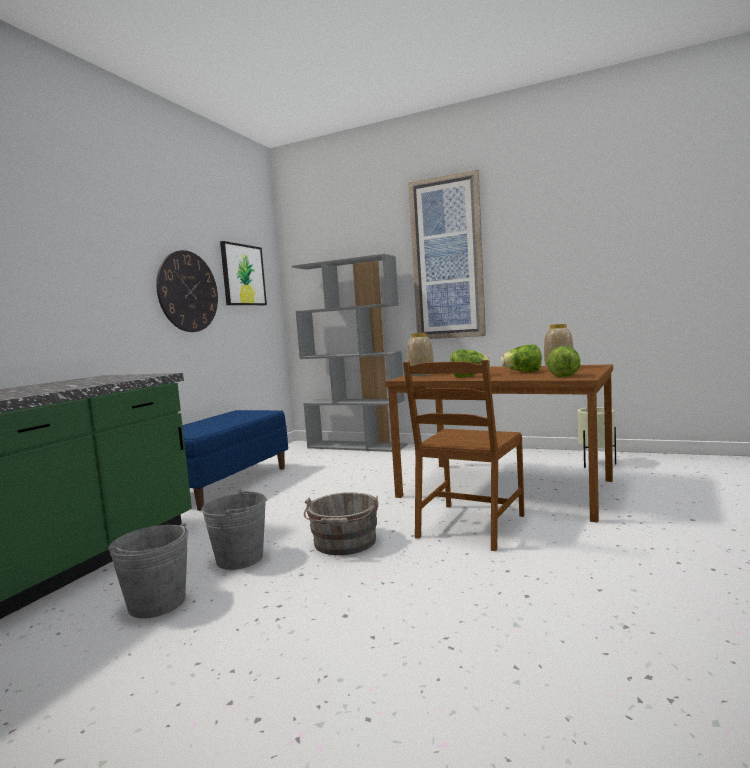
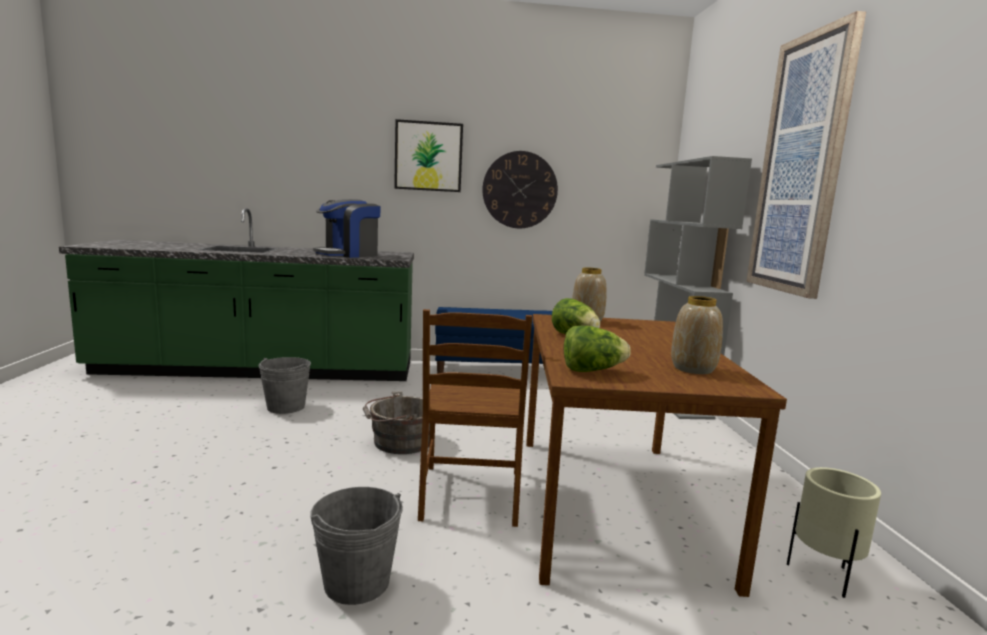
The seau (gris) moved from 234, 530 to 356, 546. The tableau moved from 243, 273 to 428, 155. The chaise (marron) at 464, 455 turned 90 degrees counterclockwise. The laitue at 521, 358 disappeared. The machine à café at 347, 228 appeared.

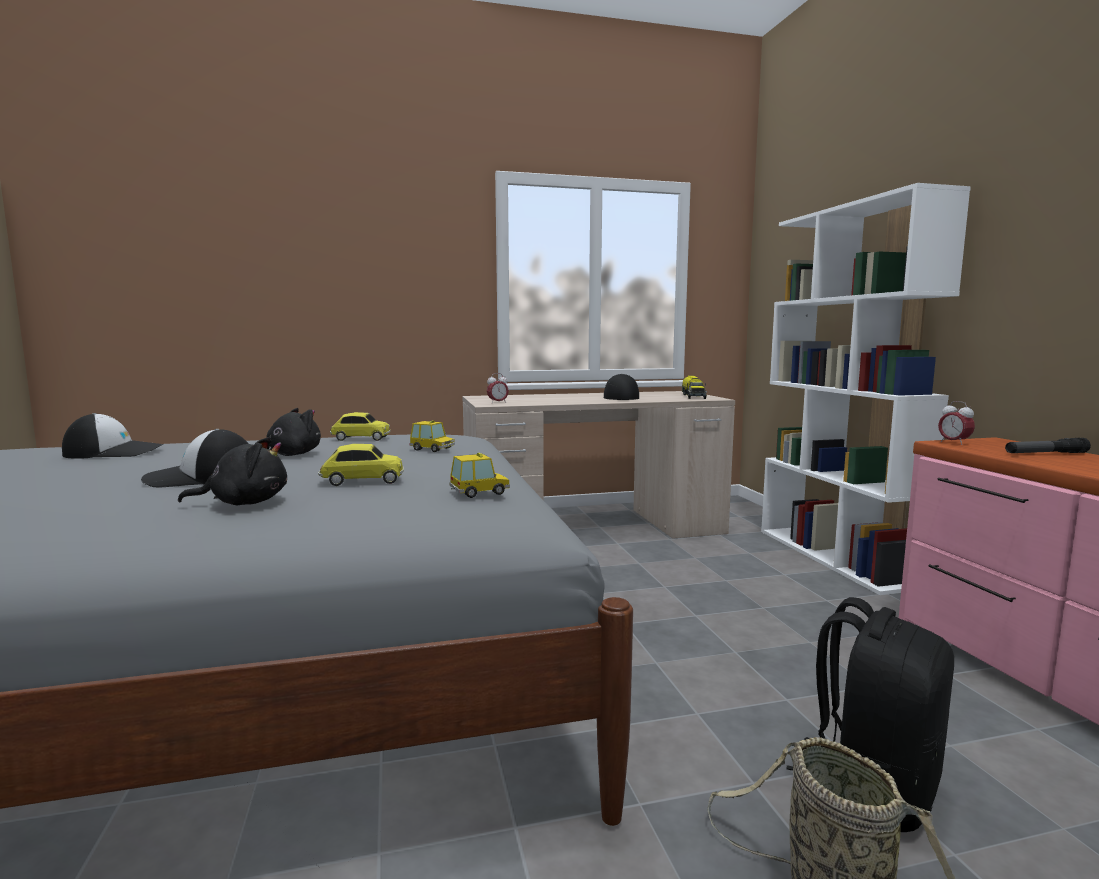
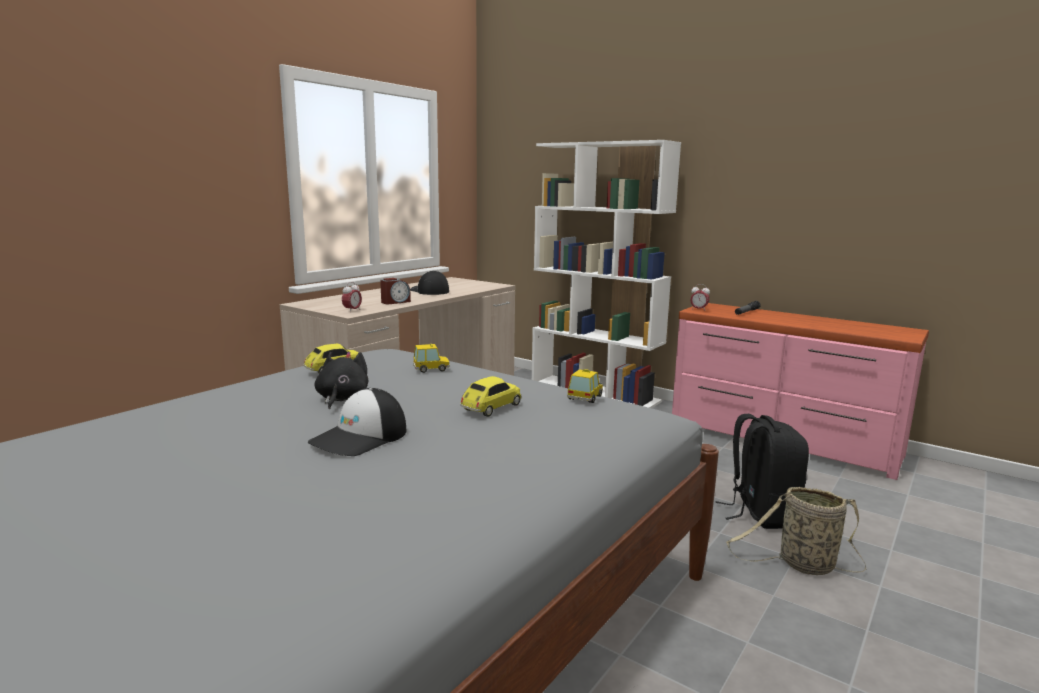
The casquette at 112, 436 disappeared. The peluche (noir) at 232, 471 disappeared. The camion jouet at 694, 387 disappeared. The réveil at 395, 291 appeared.

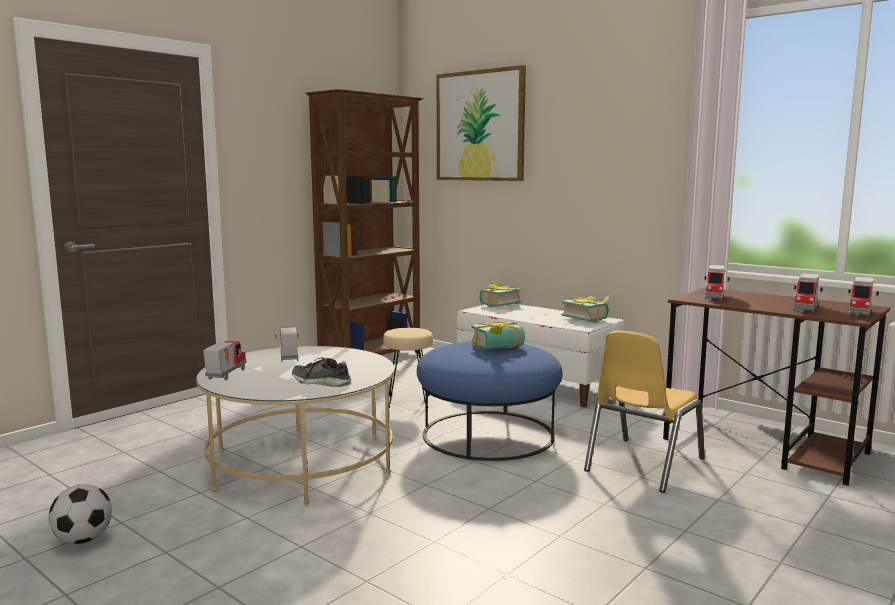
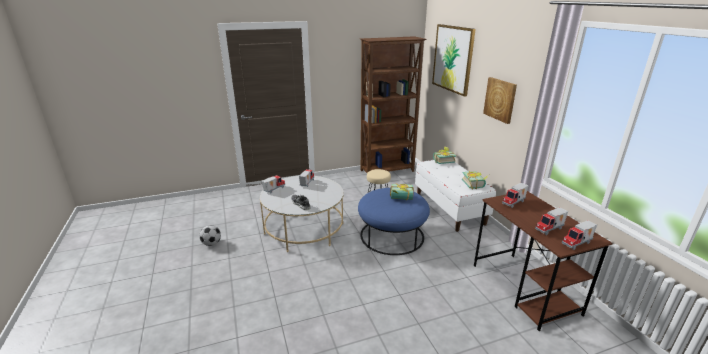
The chaise (jaune) at 644, 412 disappeared. The tableau at 500, 100 appeared.

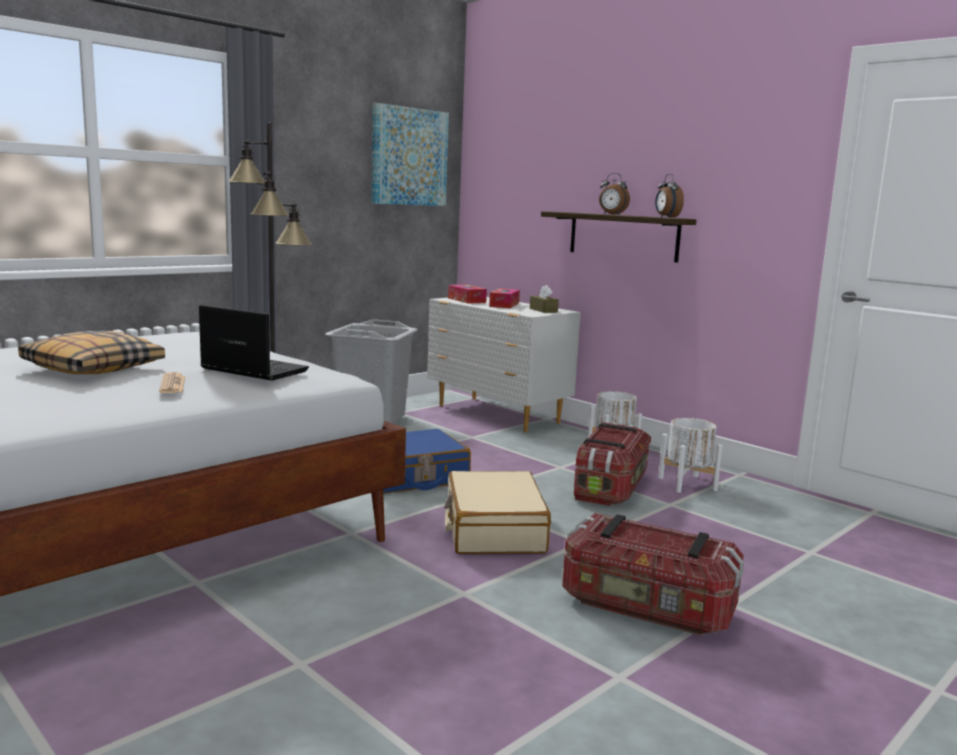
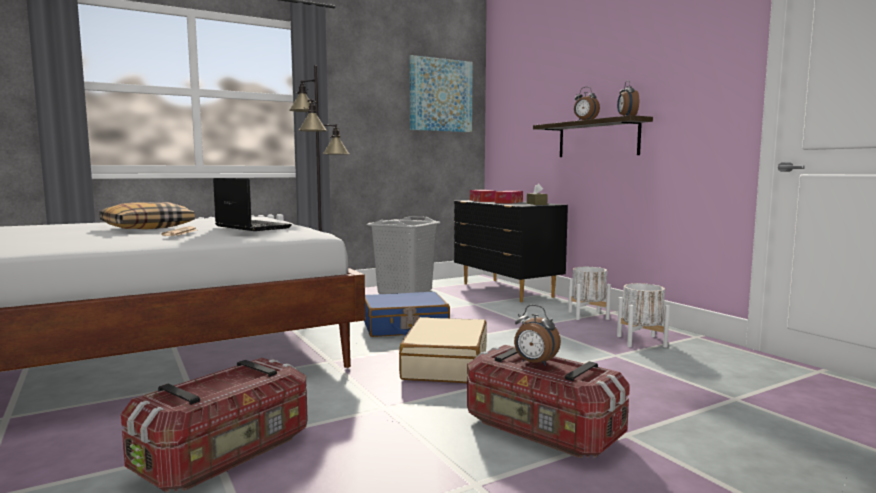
The commode (blanc) at 504, 364 became the commode (noir) at 511, 251. The boîte de rangement moved from 612, 464 to 214, 425. The réveil at 537, 335 appeared.

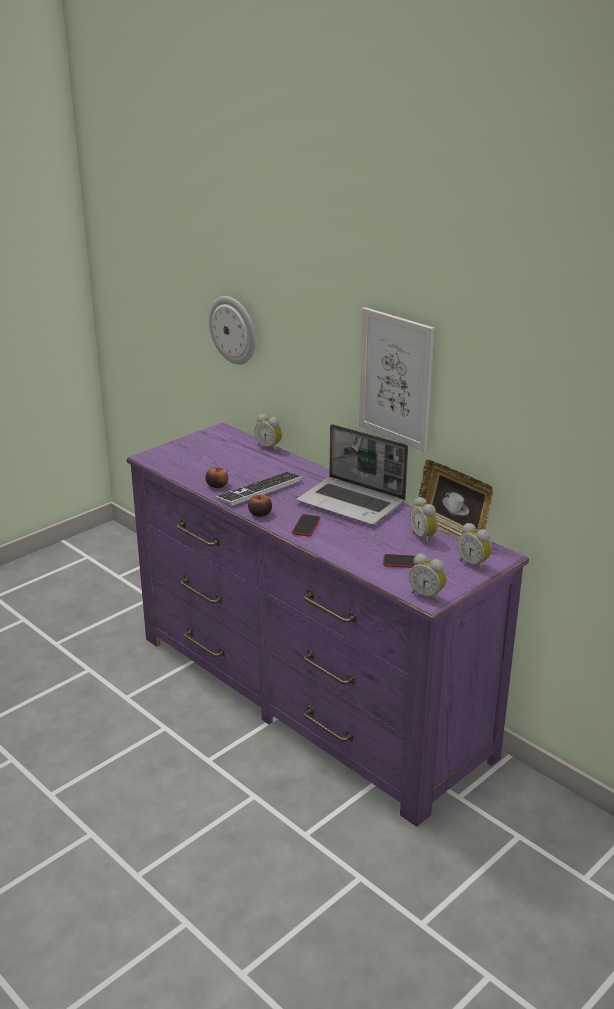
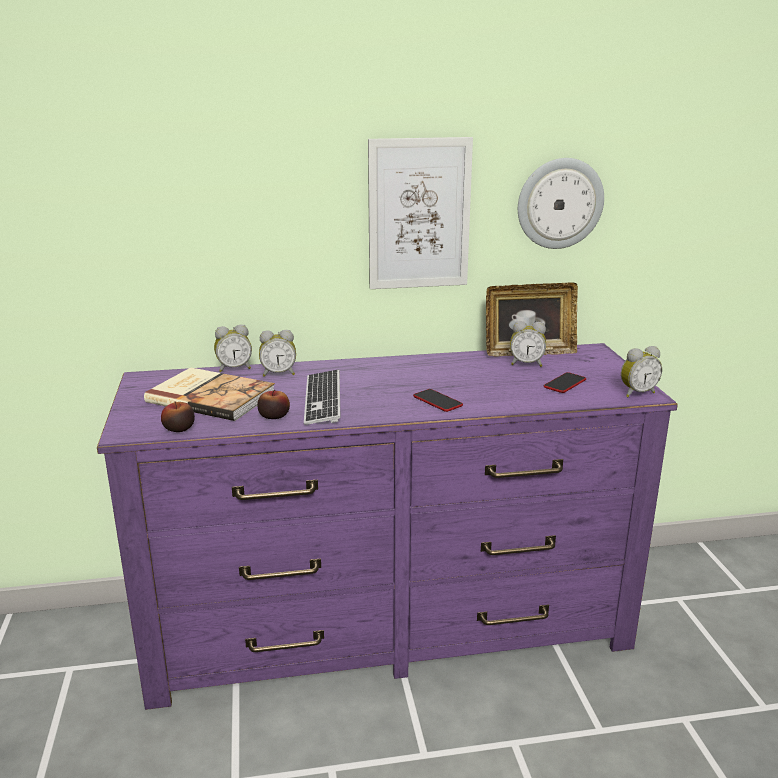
The horloge murale moved from 232, 330 to 561, 203. The pomme moved from 260, 505 to 178, 416. The ordinateur portable at 352, 474 disappeared. The réveil moved from 474, 547 to 277, 353. The livre at 209, 394 appeared.

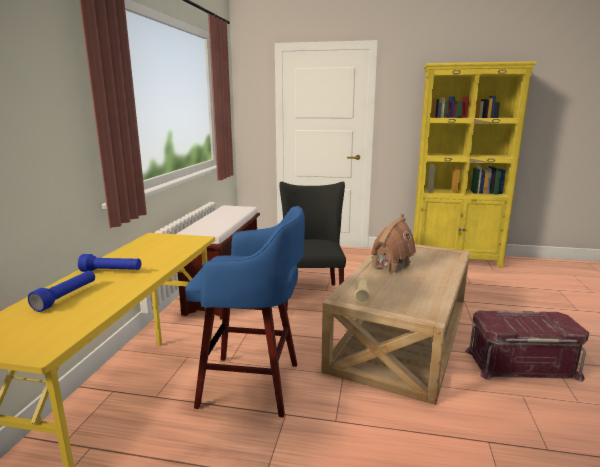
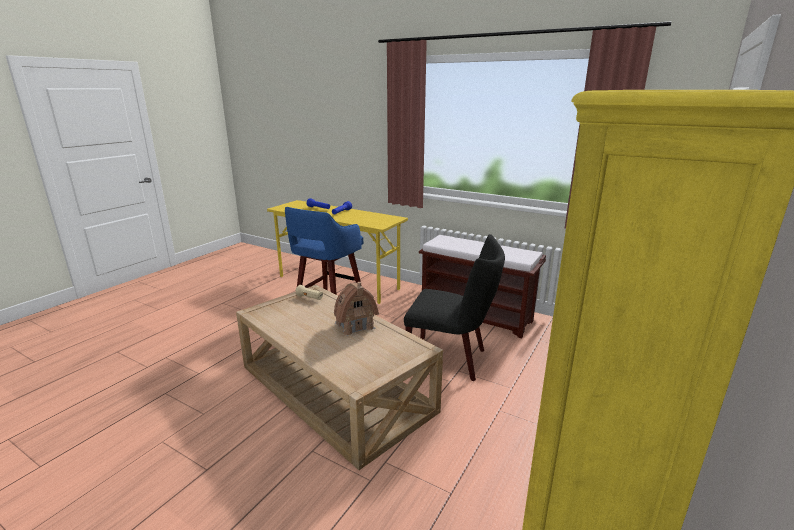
The boîte de rangement (rouge) at 527, 346 disappeared.

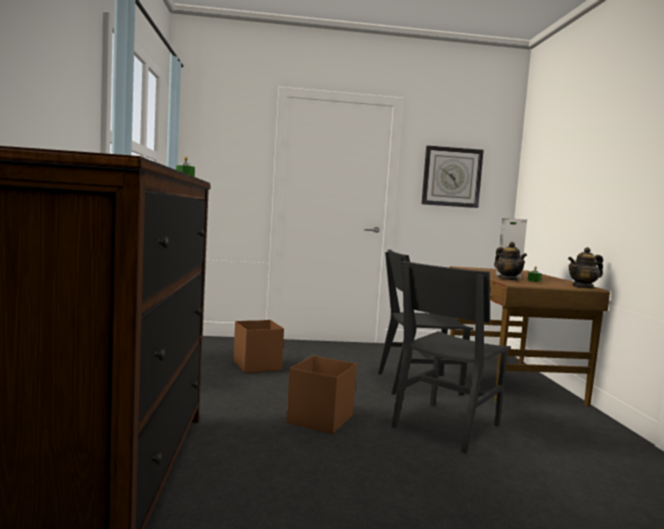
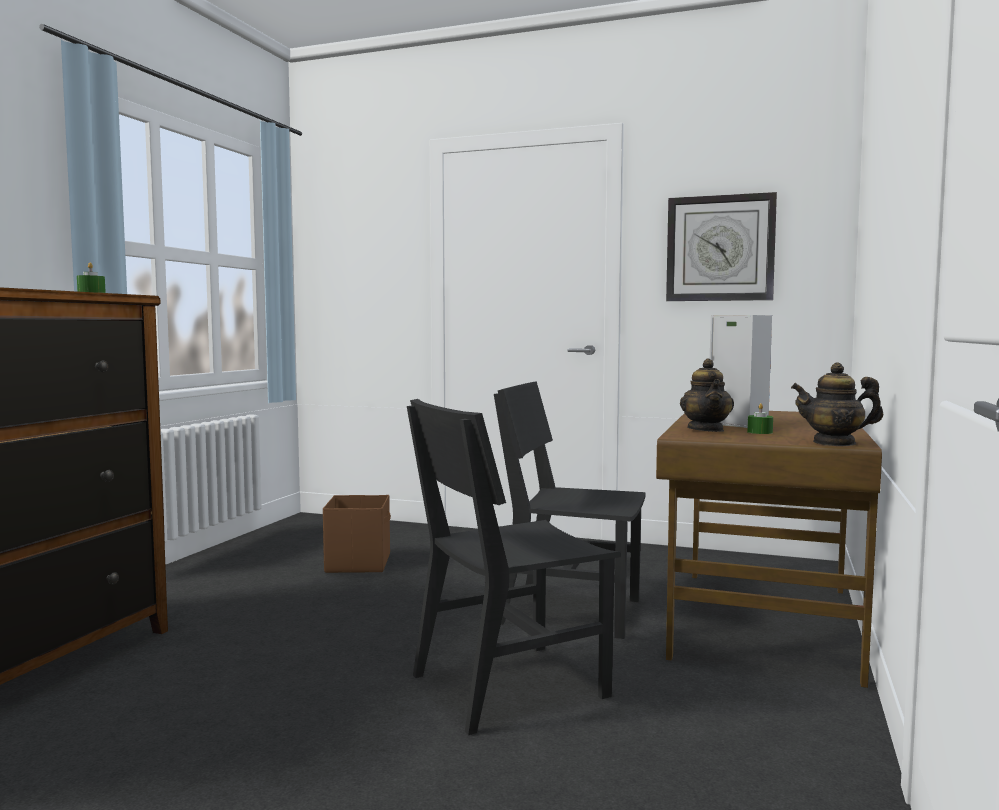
The boîte de rangement (marron) at 321, 394 disappeared.

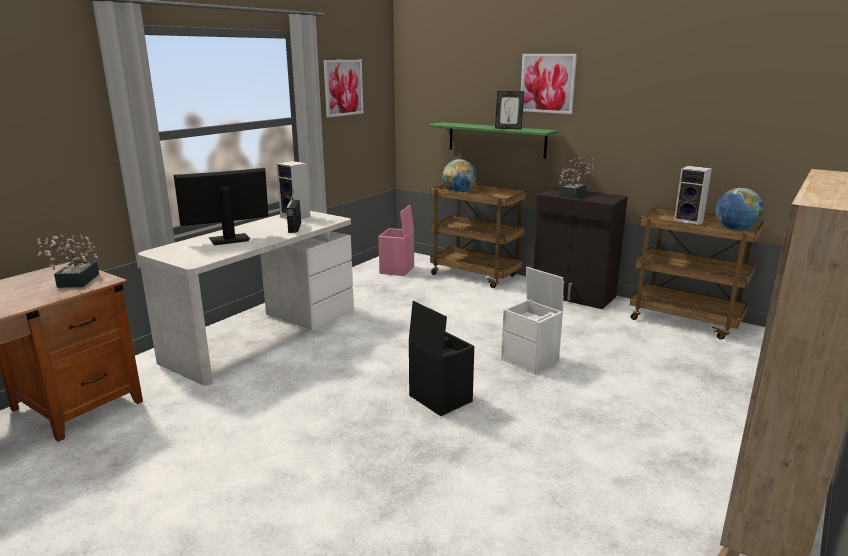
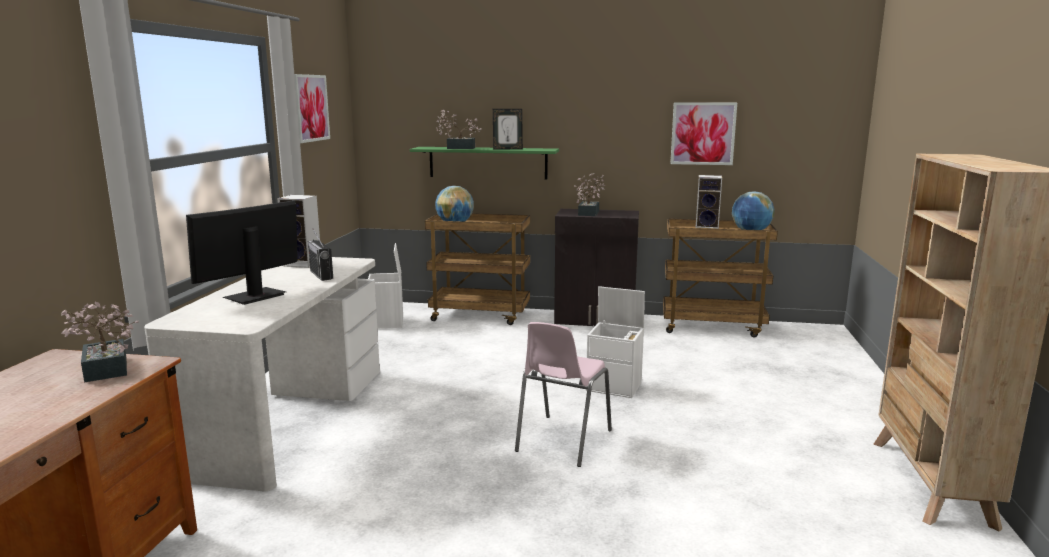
The boîte de rangement (rose) at 396, 240 became the boîte de rangement (blanc) at 385, 286. The boîte de rangement (noir) at 441, 358 was replaced by the chaise (rose) at 563, 394. The tableau moved from 549, 84 to 703, 133. The plante en pot at 459, 129 appeared.

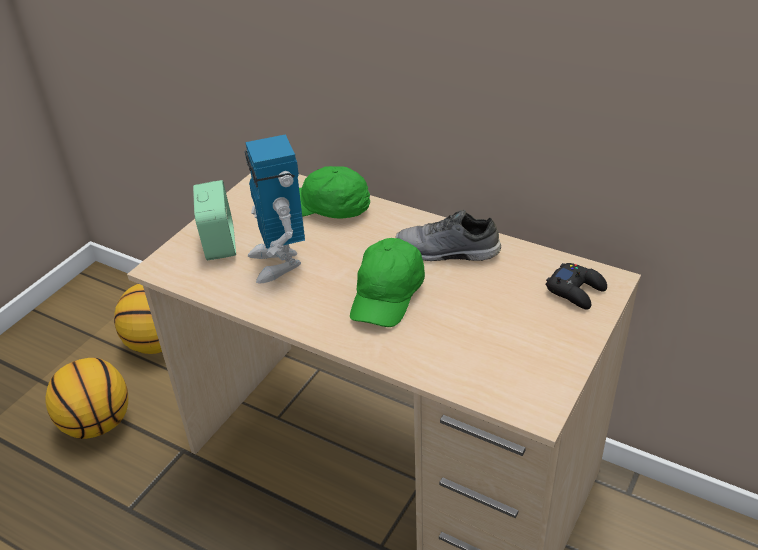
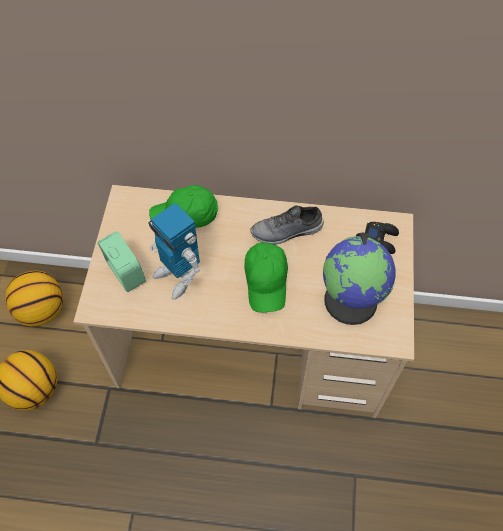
The globe at 359, 279 appeared.

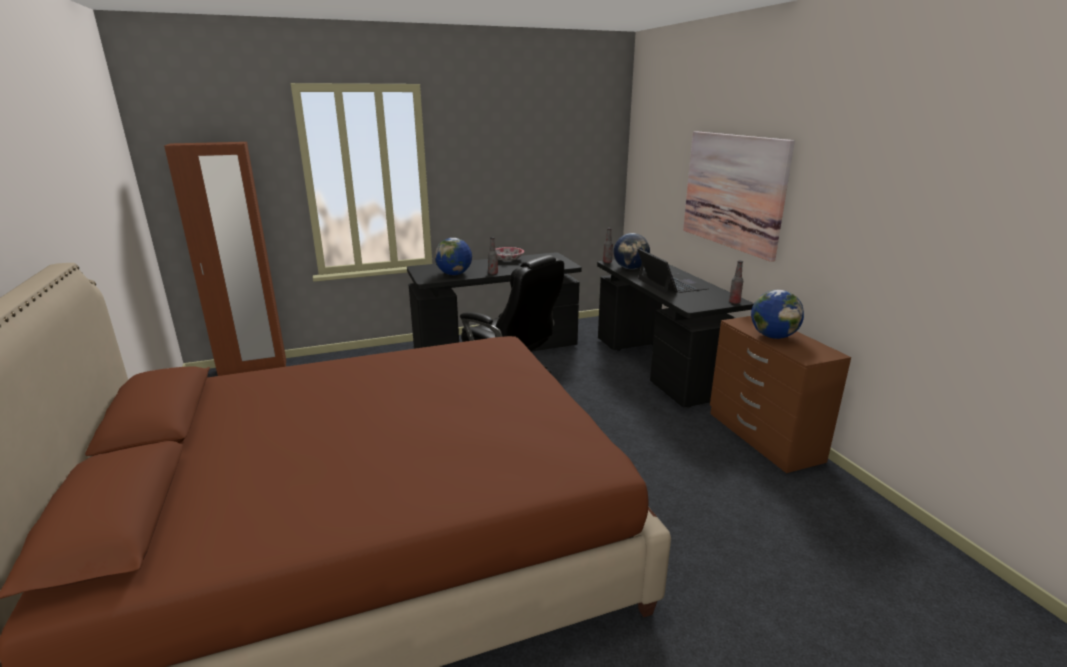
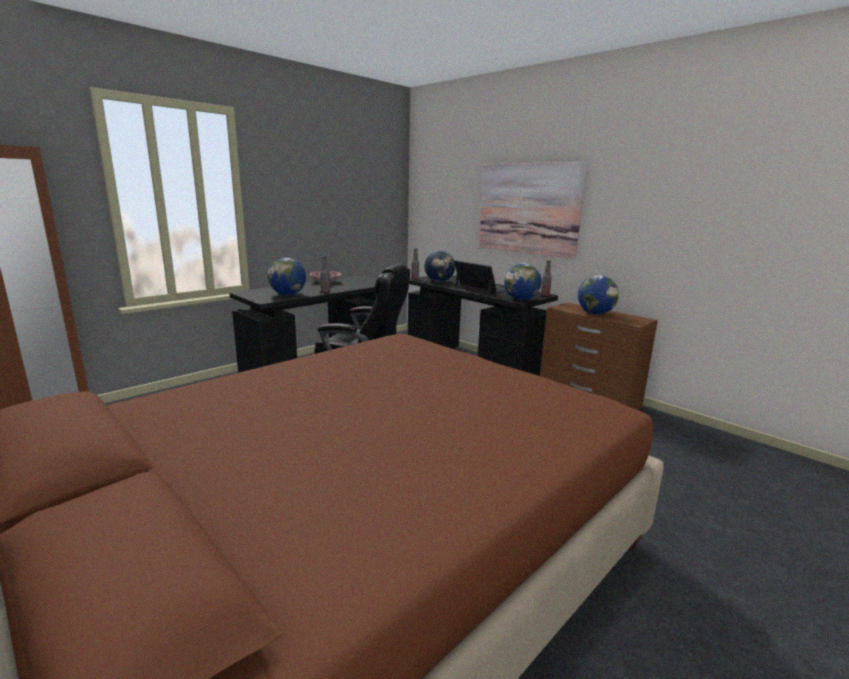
The globe at 522, 281 appeared.

